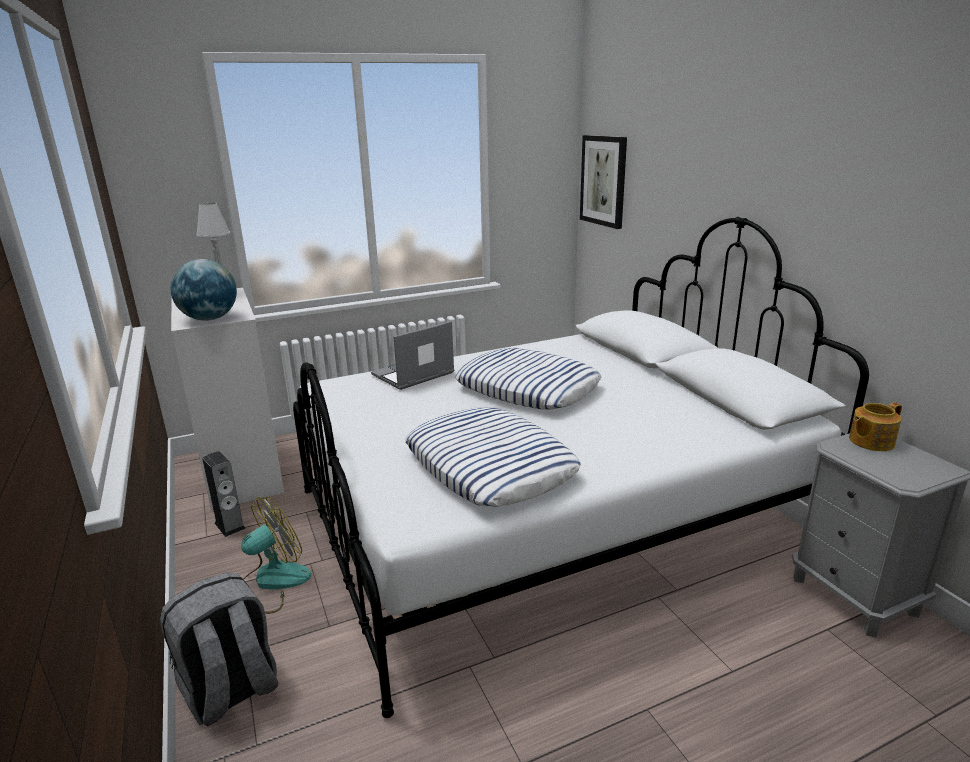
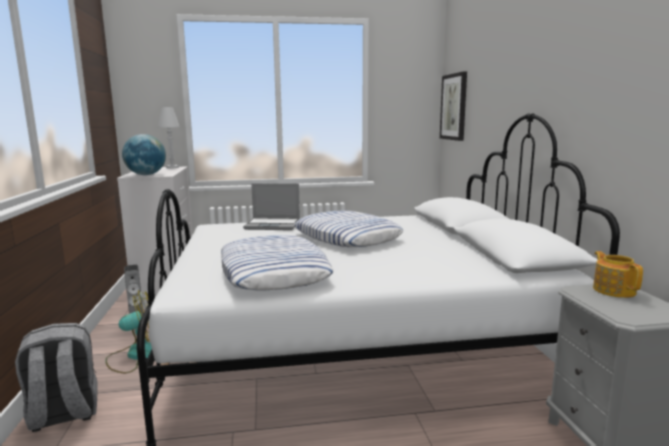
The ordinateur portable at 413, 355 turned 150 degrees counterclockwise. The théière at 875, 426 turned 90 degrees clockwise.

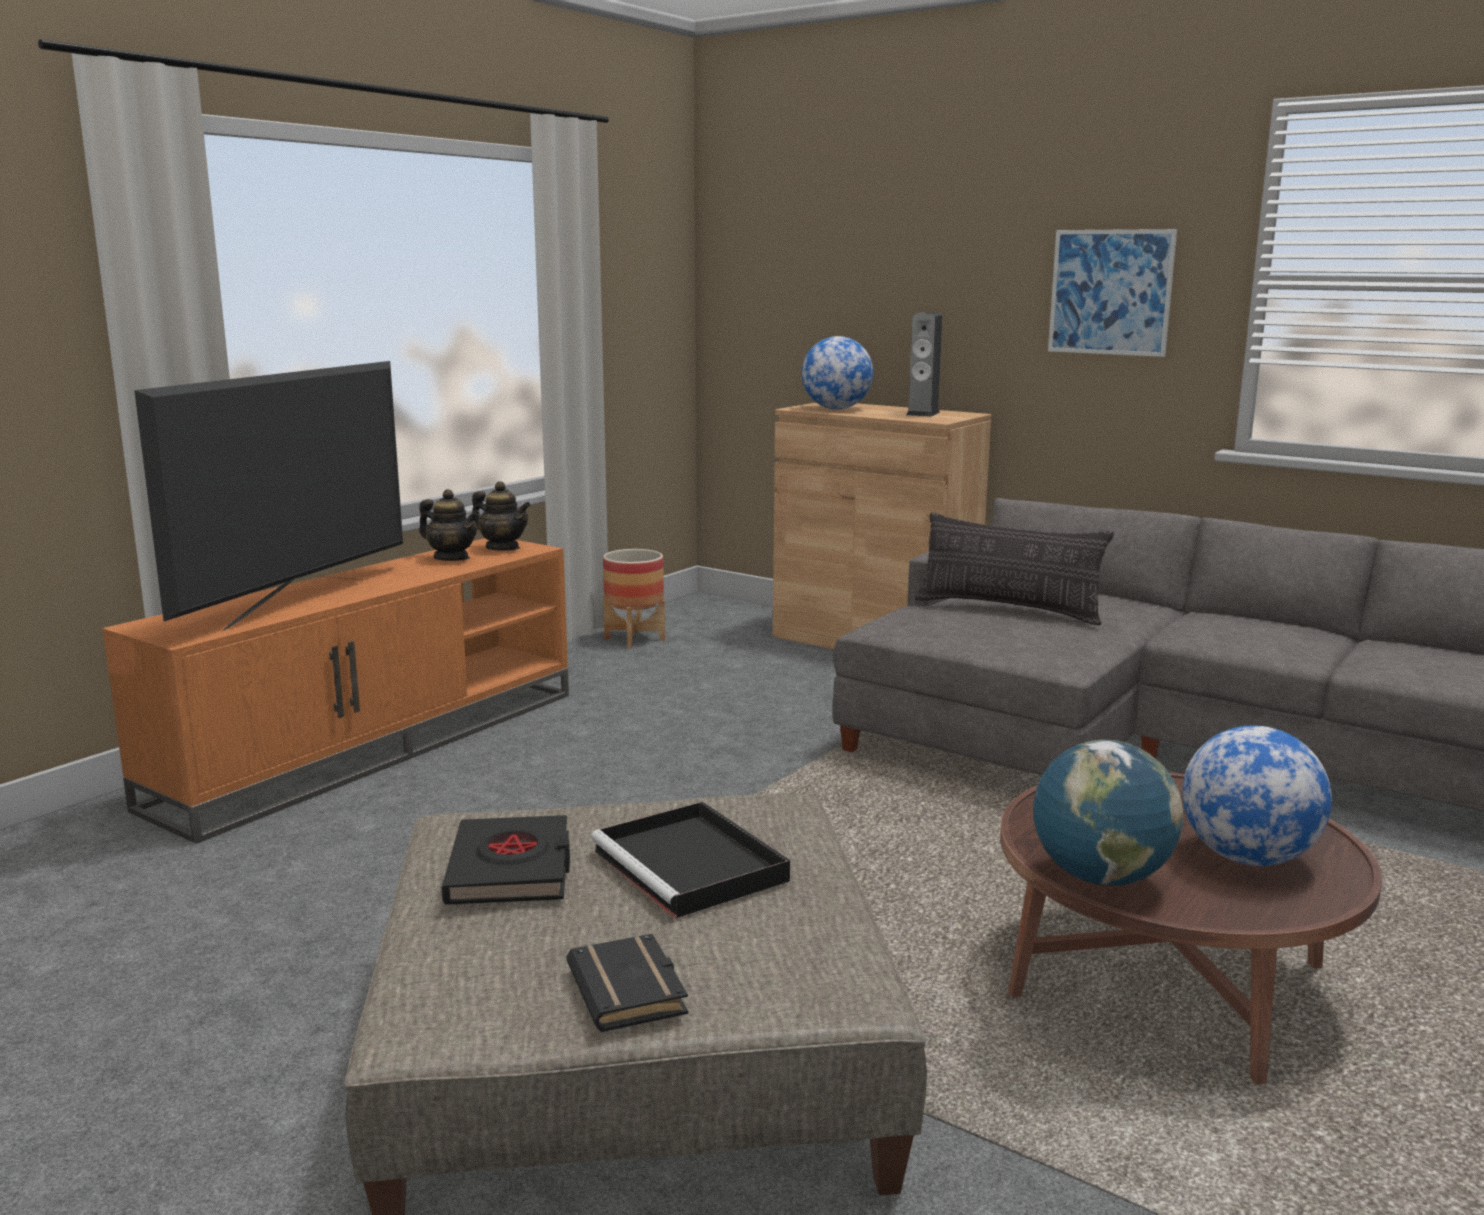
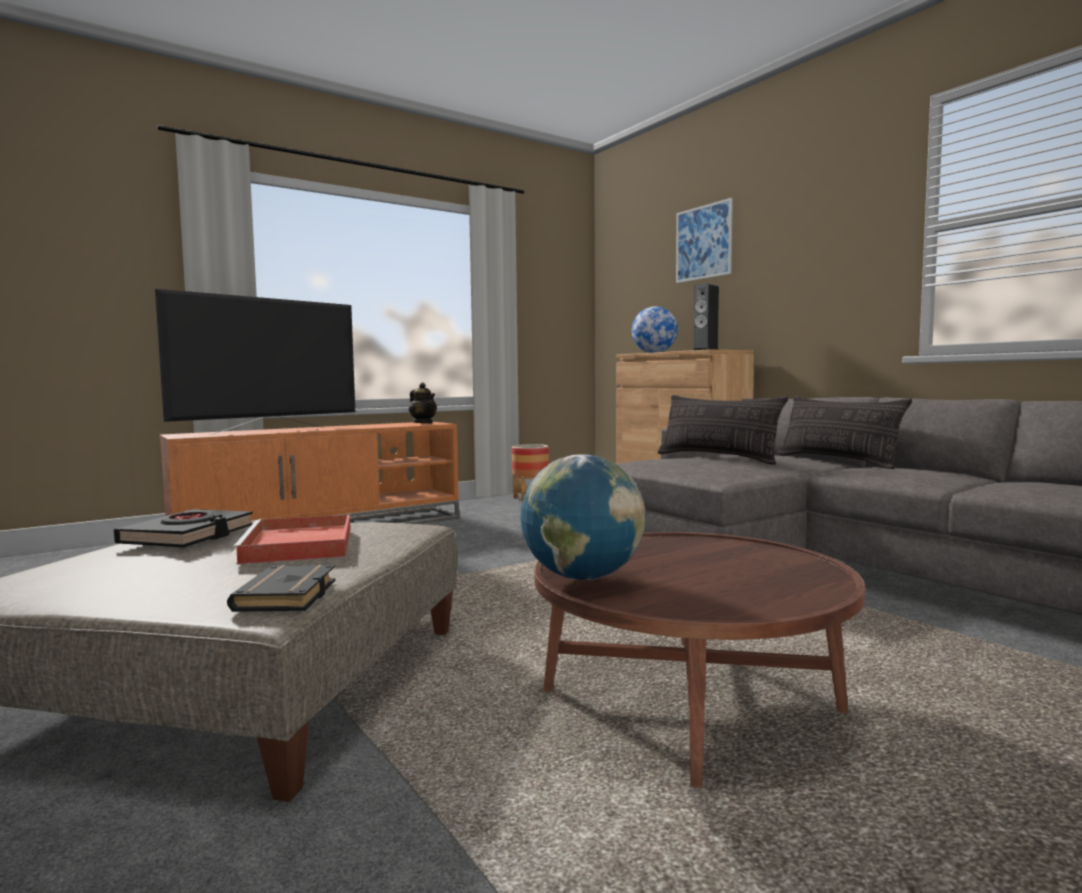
The théière at 449, 525 disappeared. The livre (noir) moved from 627, 983 to 281, 588. The plateau (noir) at 690, 860 became the plateau (rouge) at 291, 539. The tableau moved from 1112, 293 to 704, 240. The globe at 1257, 796 disappeared. The coussin at 844, 432 appeared.

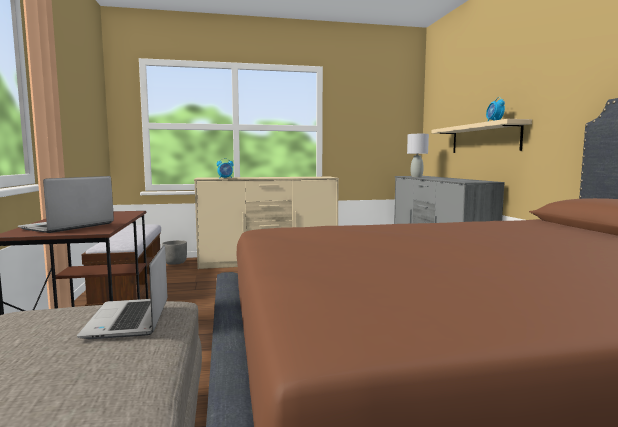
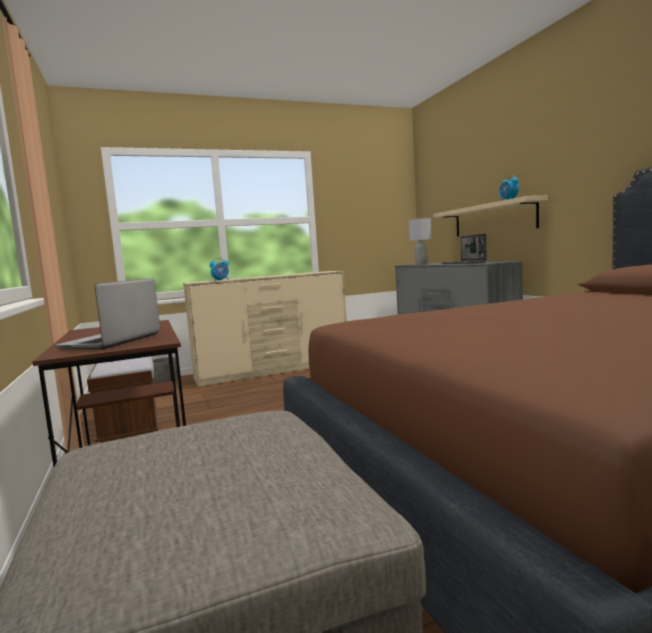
The ordinateur portable moved from 122, 292 to 464, 249.

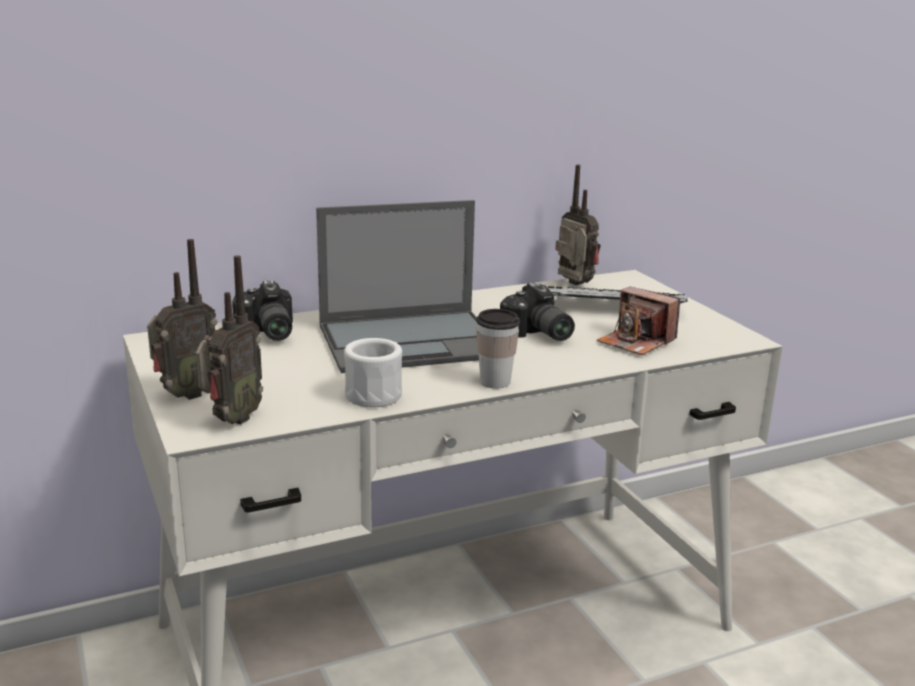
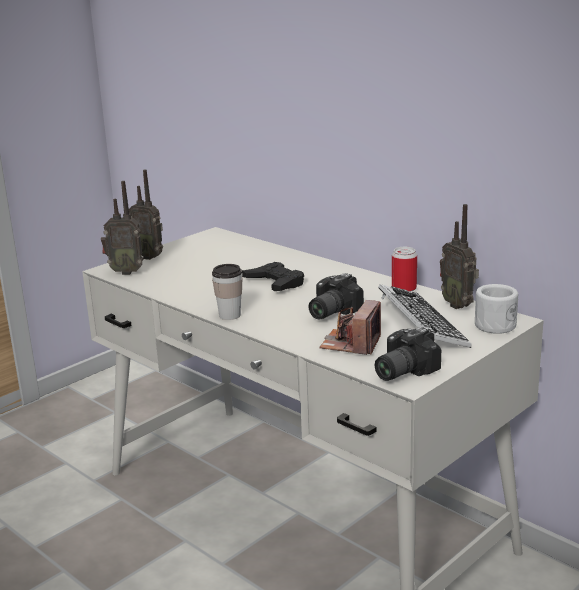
The appareil photo moved from 262, 310 to 408, 354. The ordinateur portable at 397, 286 was replaced by the manette (noir) at 273, 276. The mug (blanc) moved from 373, 372 to 496, 309. The radio at 578, 225 turned 120 degrees clockwise. The boîte métallique at 404, 269 appeared.

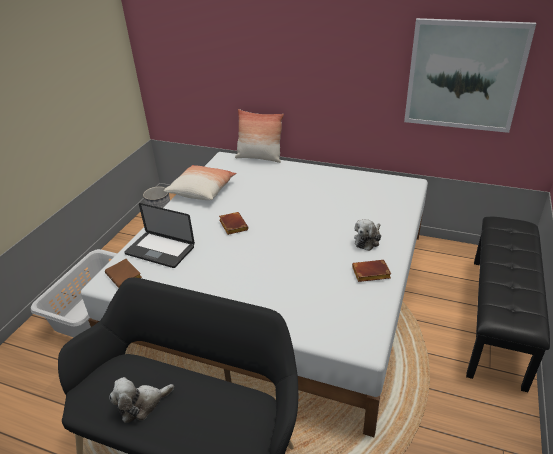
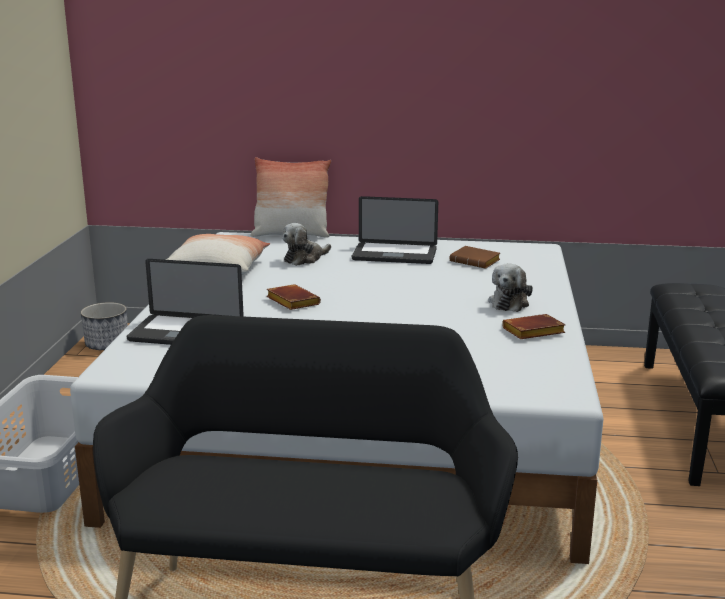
The livre (marron) moved from 123, 273 to 474, 257. The peluche moved from 141, 400 to 306, 244. The tableau at 470, 75 disappeared. The ordinateur portable at 395, 230 appeared.

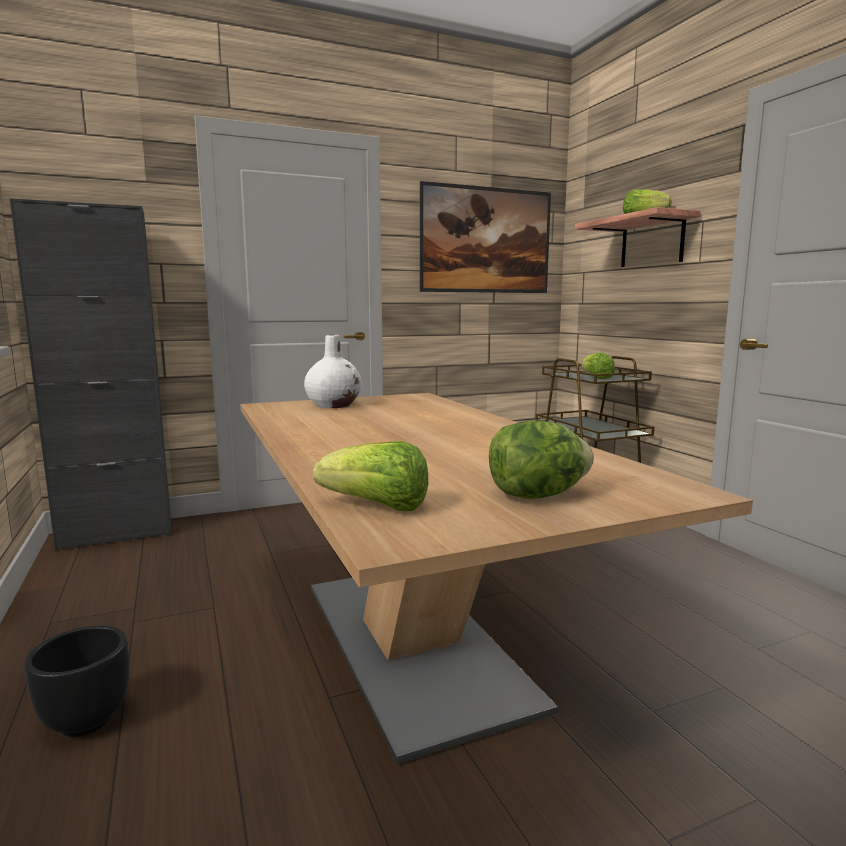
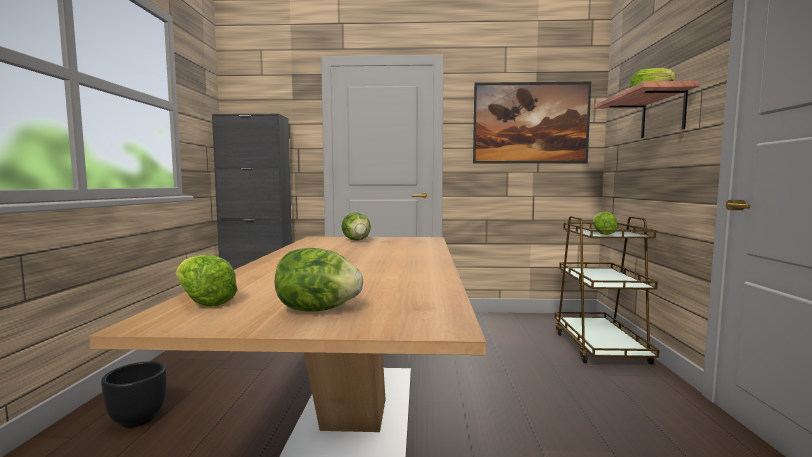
The vase (blanc) at 333, 371 was replaced by the laitue at 356, 226.

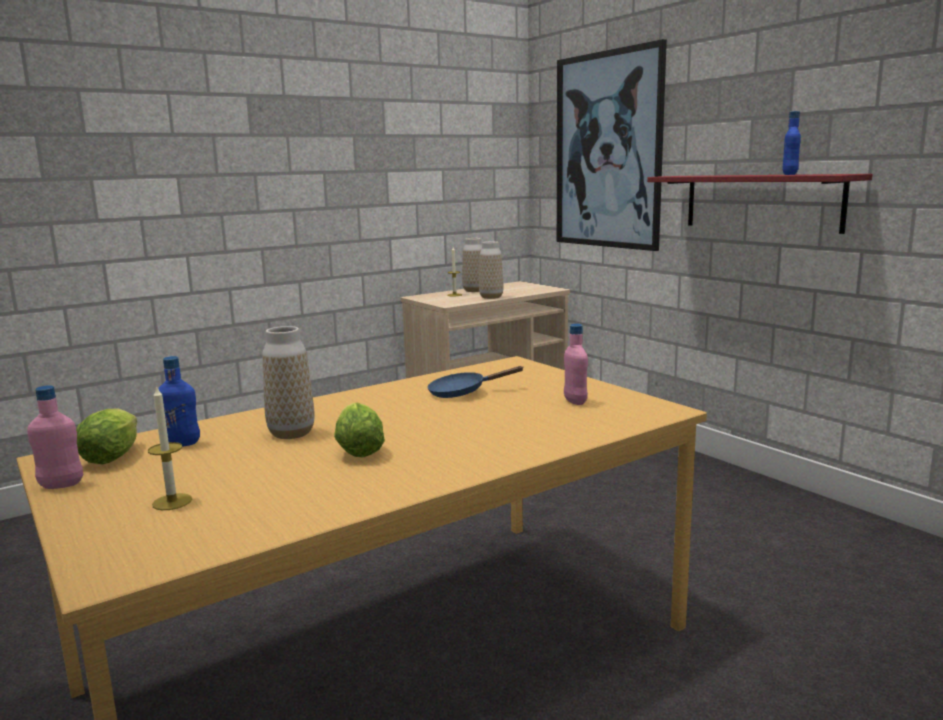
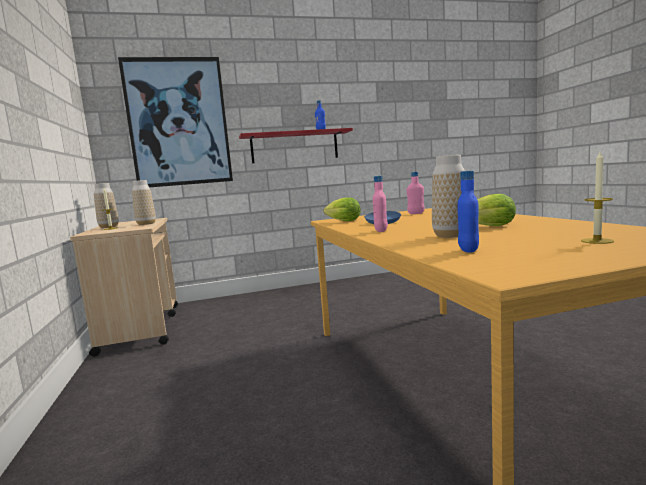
The bouteille (rose) moved from 55, 437 to 380, 204. The laitue moved from 106, 437 to 342, 209.

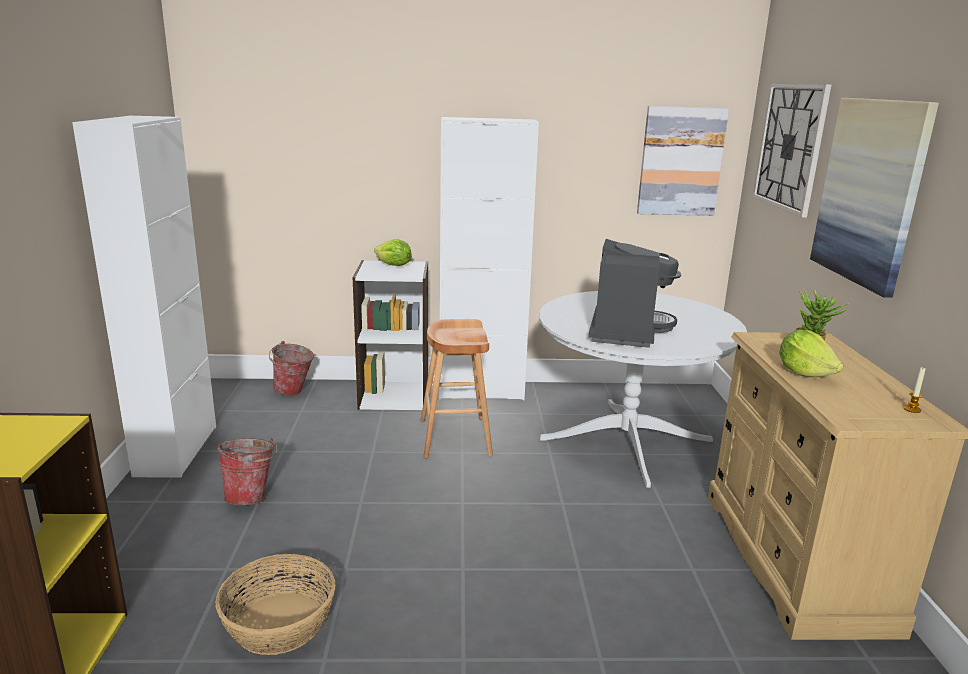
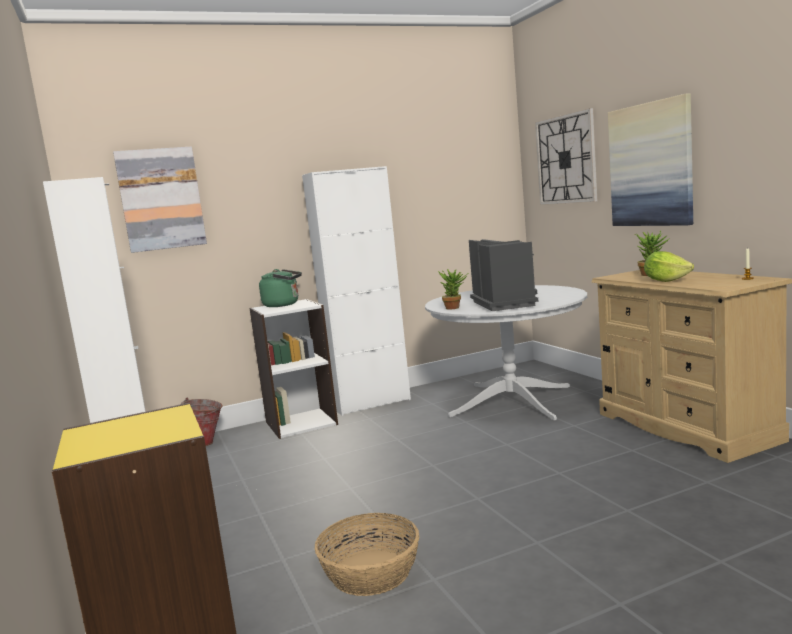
The seau at 247, 471 disappeared. The laitue at 393, 252 was replaced by the bouilloire (vert) at 280, 288. The tabouret (marron) at 456, 389 disappeared. The tableau moved from 683, 161 to 160, 200. The plante en pot at 453, 289 appeared.

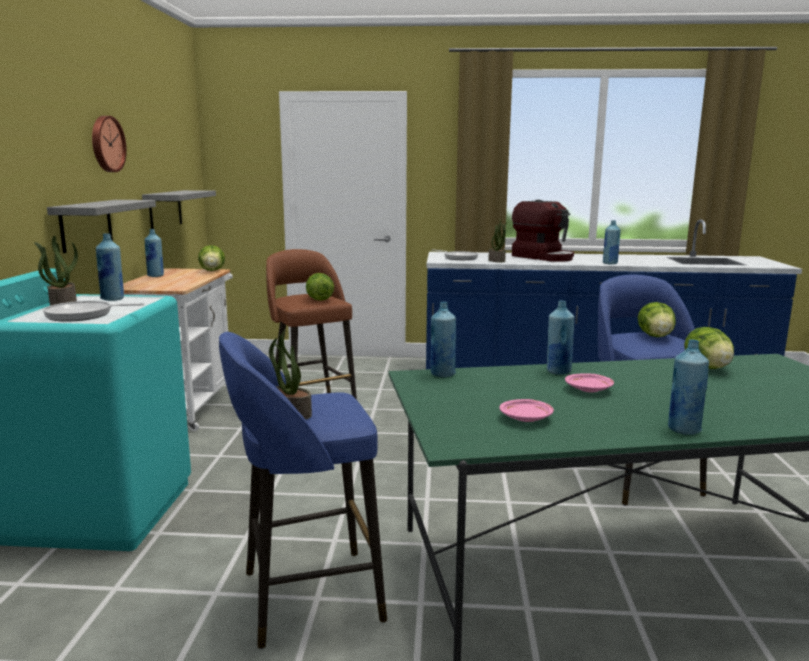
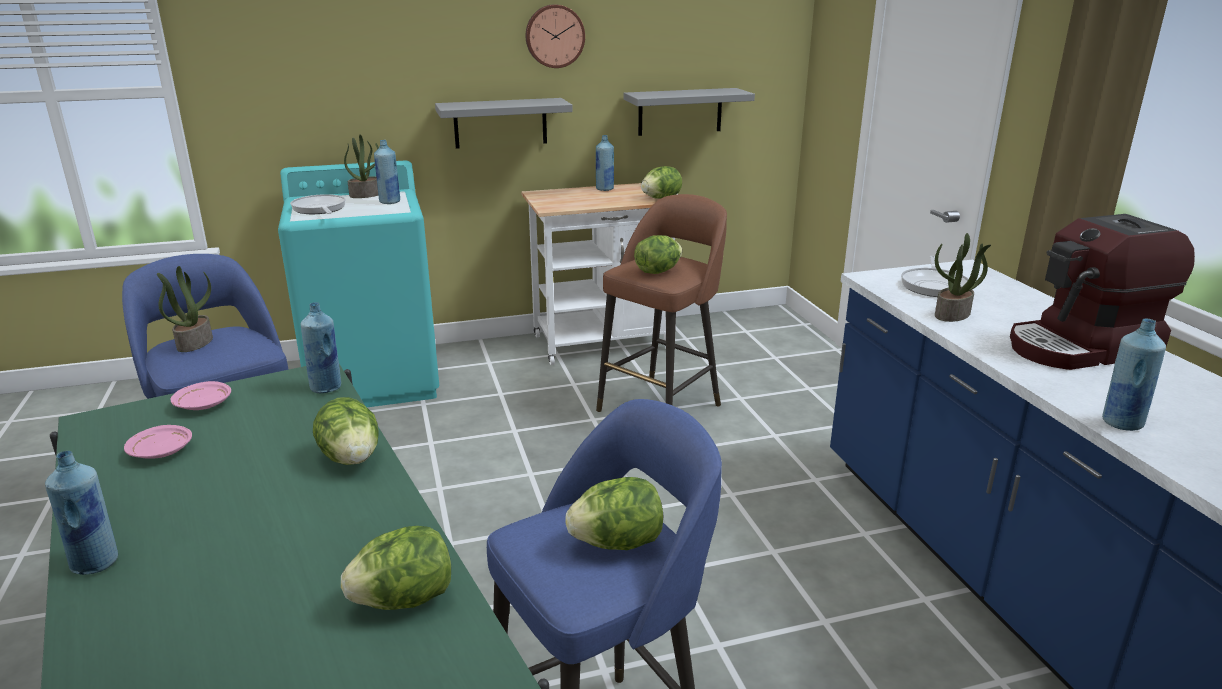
The machine à café at 543, 231 turned 45 degrees clockwise. The bouteille (bleu) at 560, 337 was replaced by the laitue at 346, 431. The assiette (rose) moved from 589, 383 to 201, 395.

